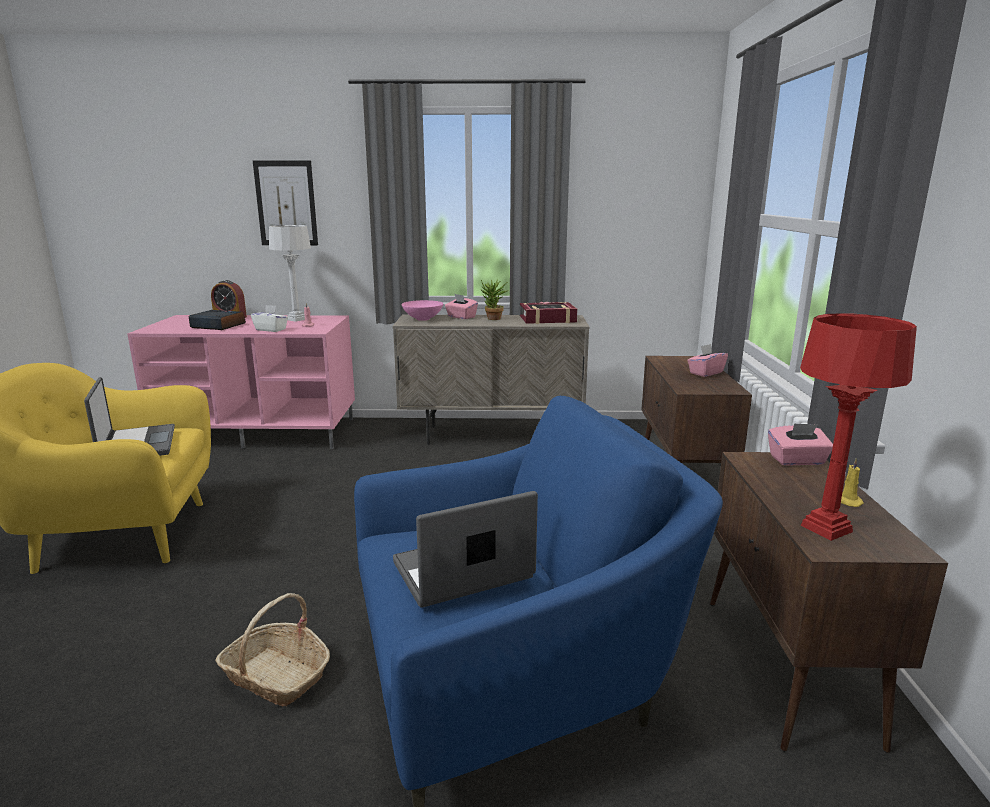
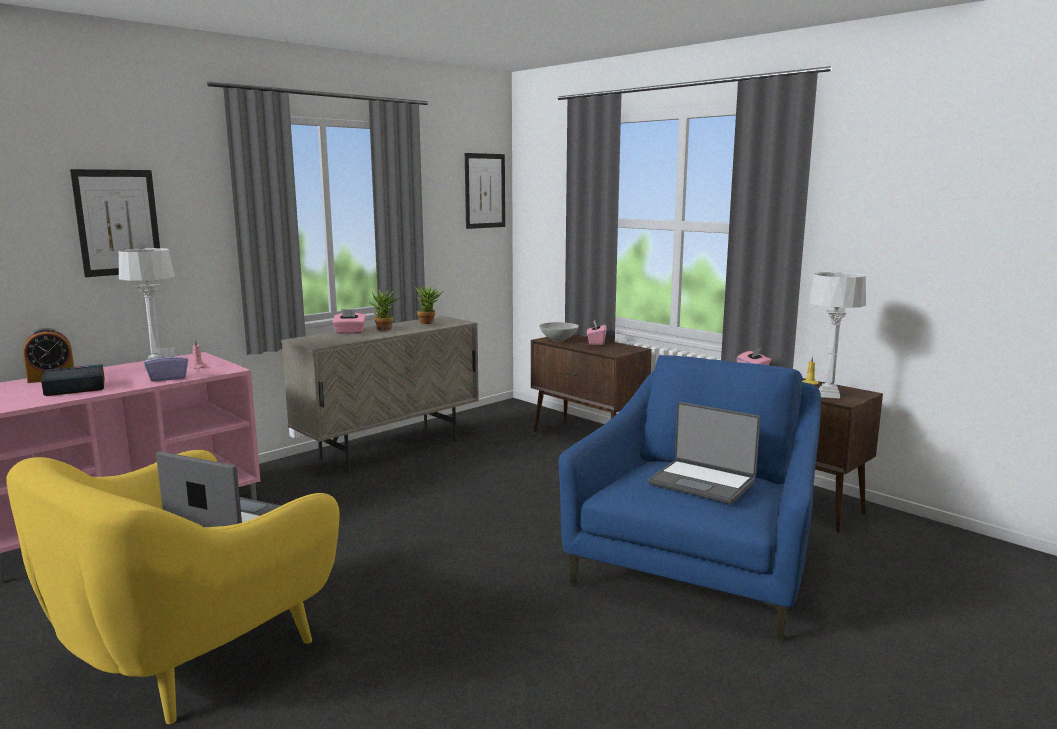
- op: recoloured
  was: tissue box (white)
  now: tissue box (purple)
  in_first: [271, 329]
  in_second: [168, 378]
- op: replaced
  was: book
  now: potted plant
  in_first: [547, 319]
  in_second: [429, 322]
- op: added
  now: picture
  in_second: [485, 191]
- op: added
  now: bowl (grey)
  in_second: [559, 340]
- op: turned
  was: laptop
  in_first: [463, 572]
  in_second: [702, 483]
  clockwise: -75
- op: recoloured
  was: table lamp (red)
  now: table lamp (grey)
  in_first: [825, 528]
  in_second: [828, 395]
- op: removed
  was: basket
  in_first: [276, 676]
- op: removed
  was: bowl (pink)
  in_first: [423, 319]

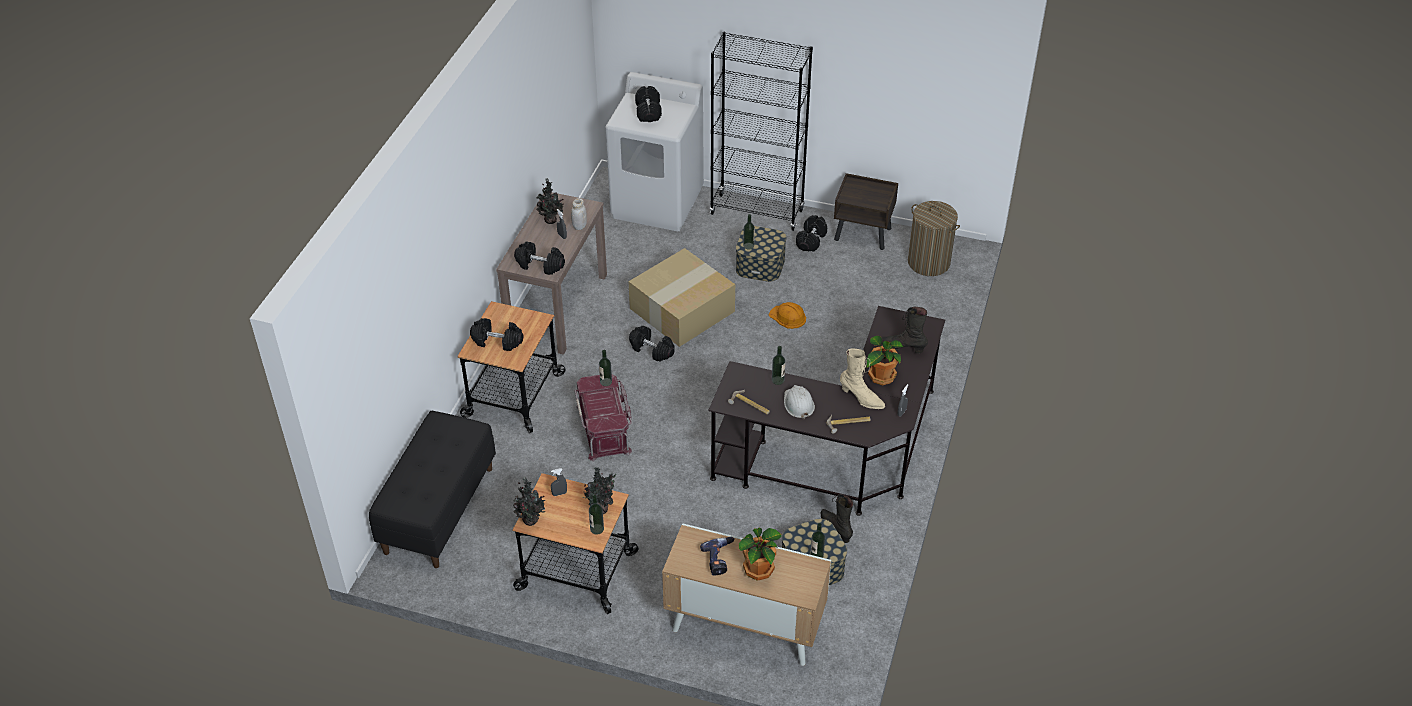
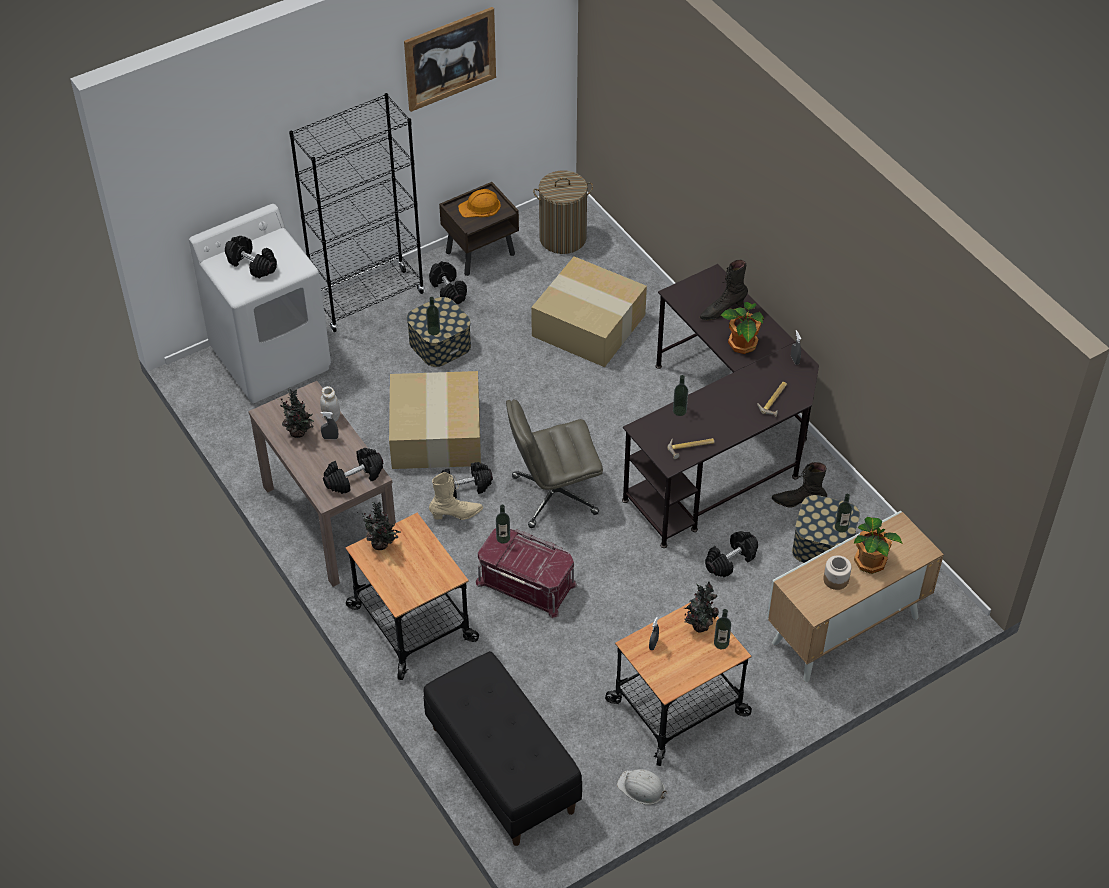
- op: moved
  was: potted plant
  in_first: [531, 521]
  in_second: [382, 544]
- op: added
  now: picture
  in_second: [450, 58]
- op: moved
  was: boot (beige)
  in_first: [861, 398]
  in_second: [456, 514]
- op: moved
  was: hard hat (orange)
  in_first: [788, 317]
  in_second: [480, 207]
- op: added
  now: office chair (grey)
  in_second: [553, 495]
- op: added
  now: cardboard box
  in_second: [590, 325]
- op: moved
  was: hard hat (white)
  in_first: [798, 404]
  in_second: [641, 788]
- op: moved
  was: dumbbell (black)
  in_first: [497, 341]
  in_second: [730, 560]
- op: replaced
  was: power drill
  now: jar
  in_first: [720, 559]
  in_second: [836, 579]

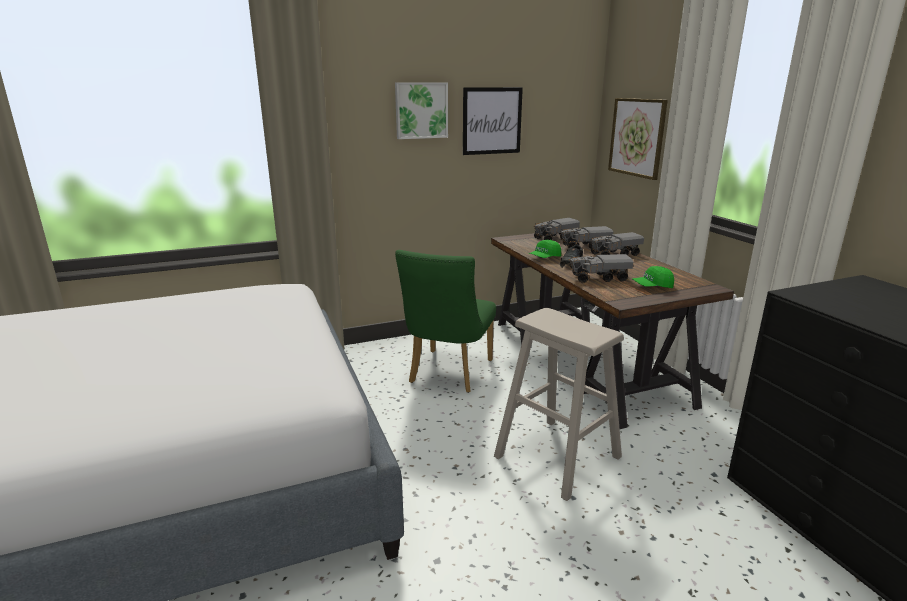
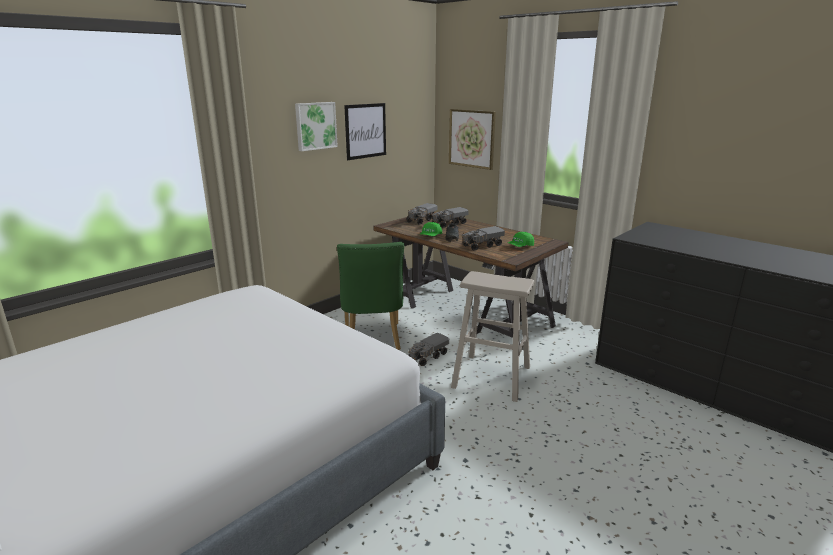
- op: moved
  was: toy truck
  in_first: [614, 255]
  in_second: [427, 357]

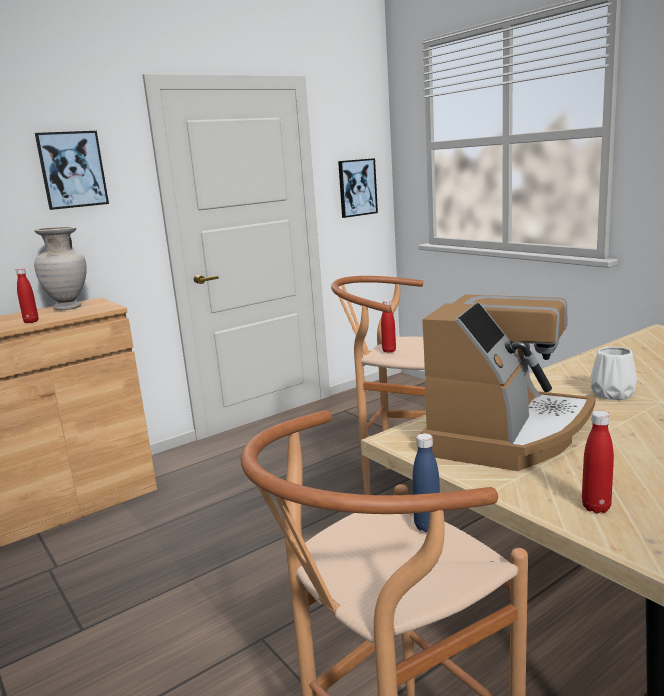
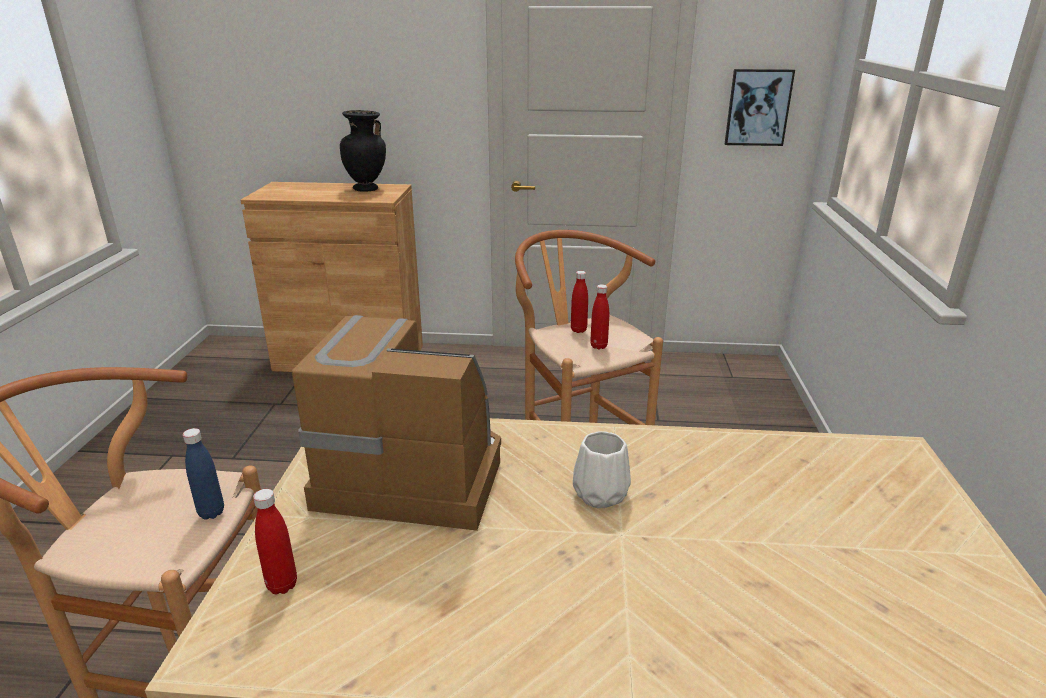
- op: turned
  was: coffee machine
  in_first: [506, 434]
  in_second: [410, 472]
  clockwise: -150
- op: recoloured
  was: vase (beige)
  now: vase (black)
  in_first: [69, 308]
  in_second: [366, 189]
- op: moved
  was: bottle (red)
  in_first: [31, 321]
  in_second: [598, 346]
- op: removed
  was: picture
  in_first: [72, 170]

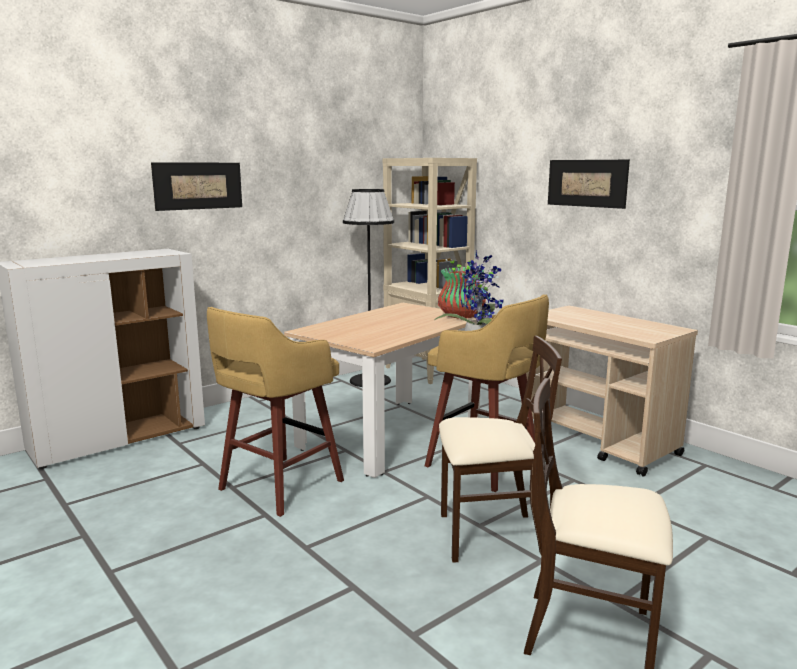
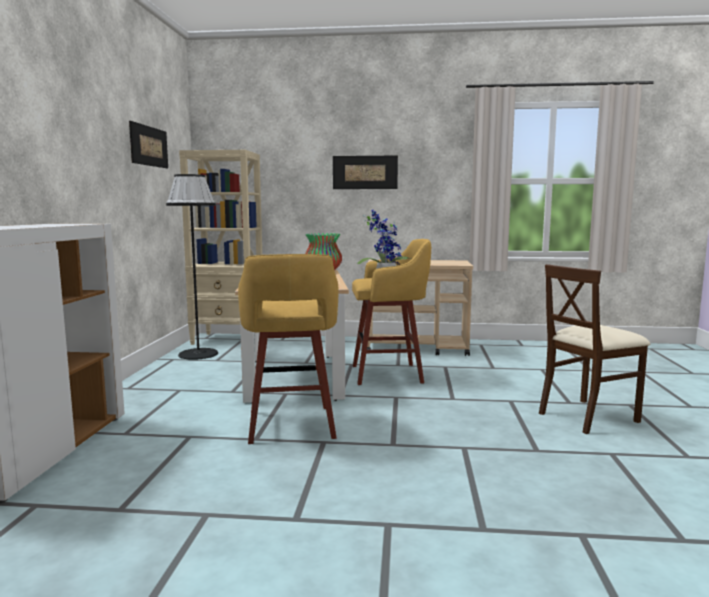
- op: moved
  was: picture
  in_first: [198, 185]
  in_second: [149, 146]
- op: removed
  was: chair (beige)
  in_first: [489, 535]

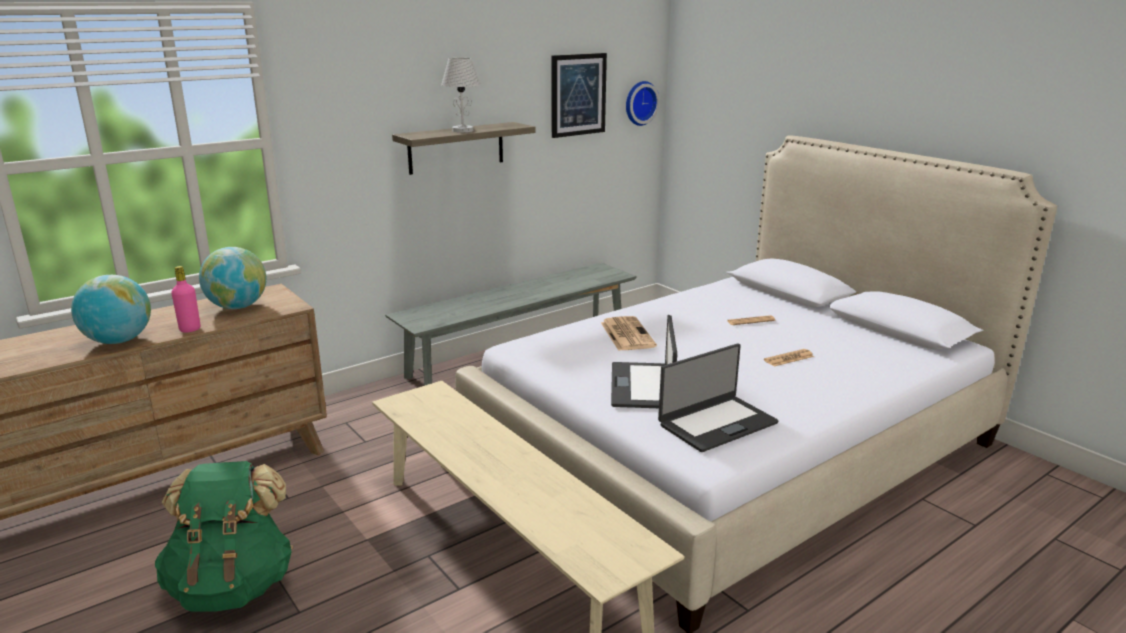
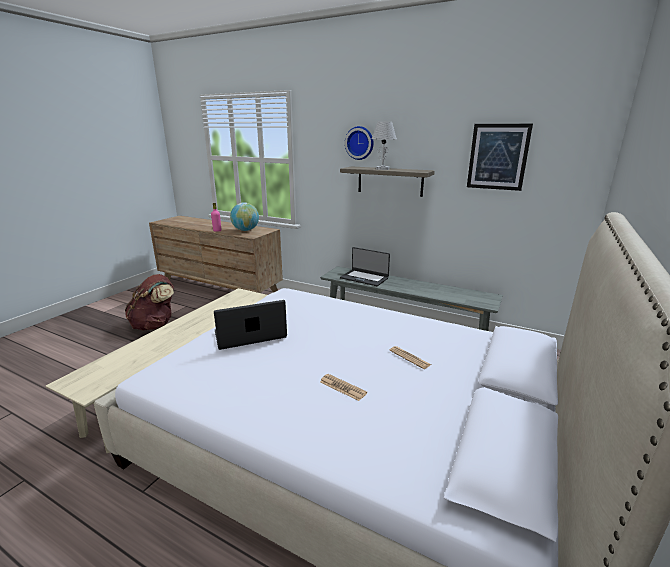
- op: recoloured
  was: backpack (green)
  now: backpack (brown)
  in_first: [232, 585]
  in_second: [155, 325]
- op: moved
  was: laptop
  in_first: [716, 423]
  in_second: [364, 278]
- op: moved
  was: wall clock
  in_first: [639, 103]
  in_second: [360, 143]
- op: removed
  was: globe
  in_first: [119, 341]
- op: removed
  was: newspaper
  in_first: [626, 334]

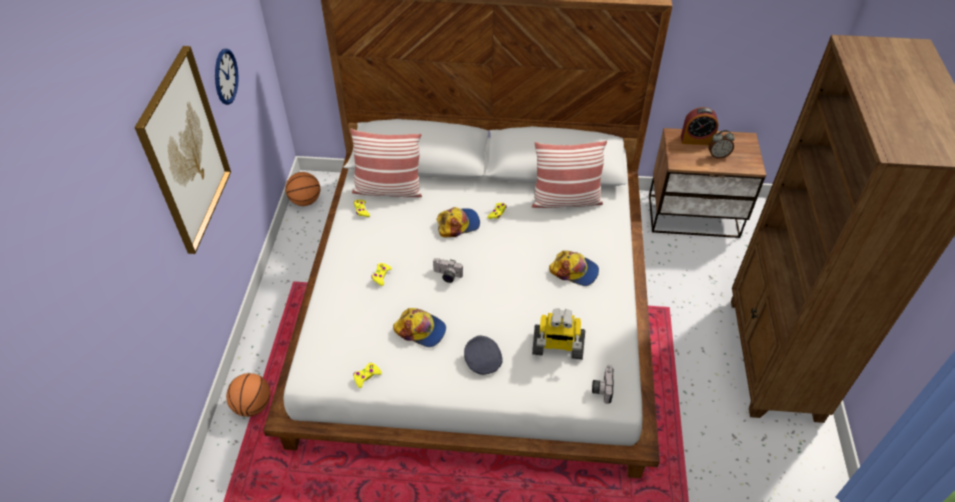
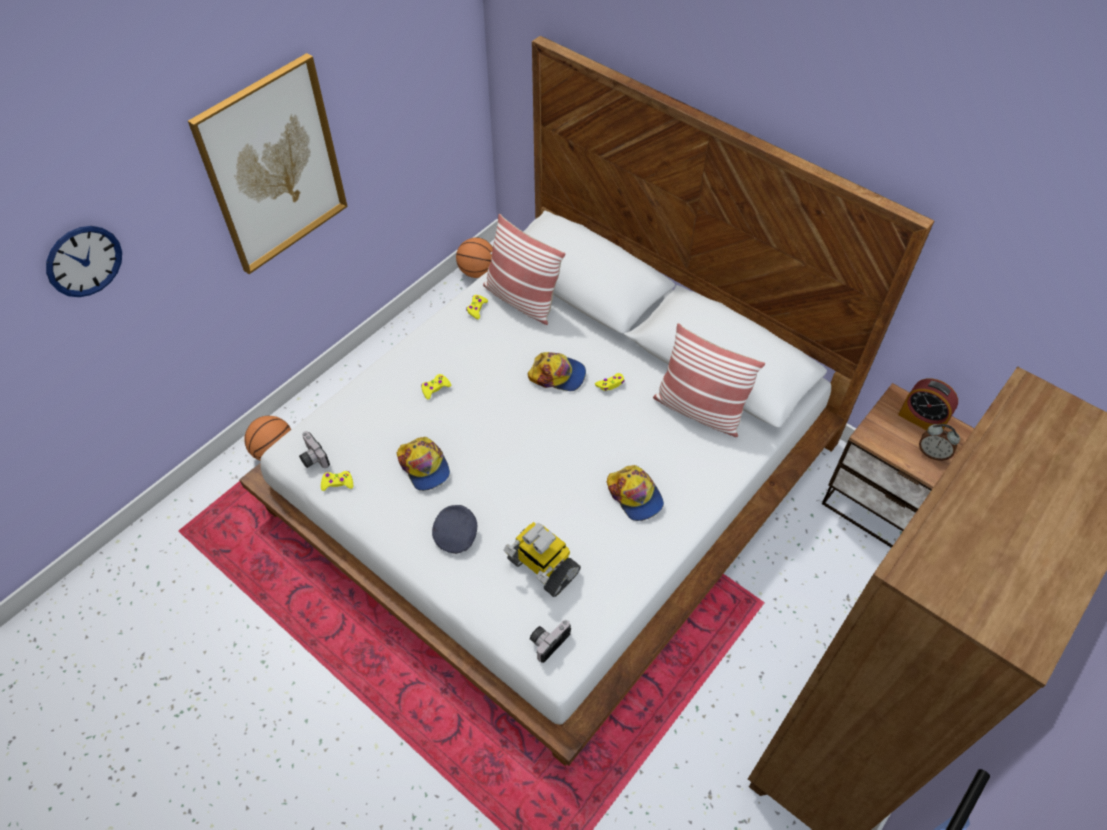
- op: moved
  was: wall clock
  in_first: [225, 76]
  in_second: [84, 261]
- op: moved
  was: photo camera
  in_first: [446, 276]
  in_second: [312, 458]

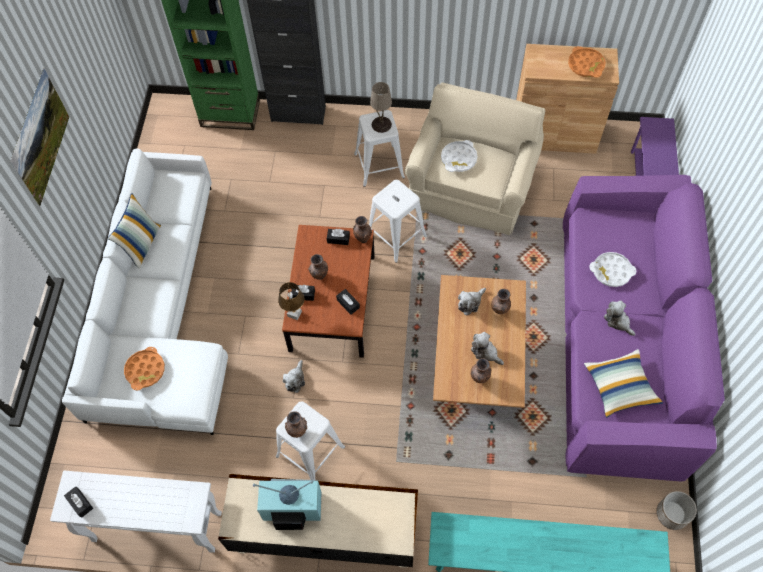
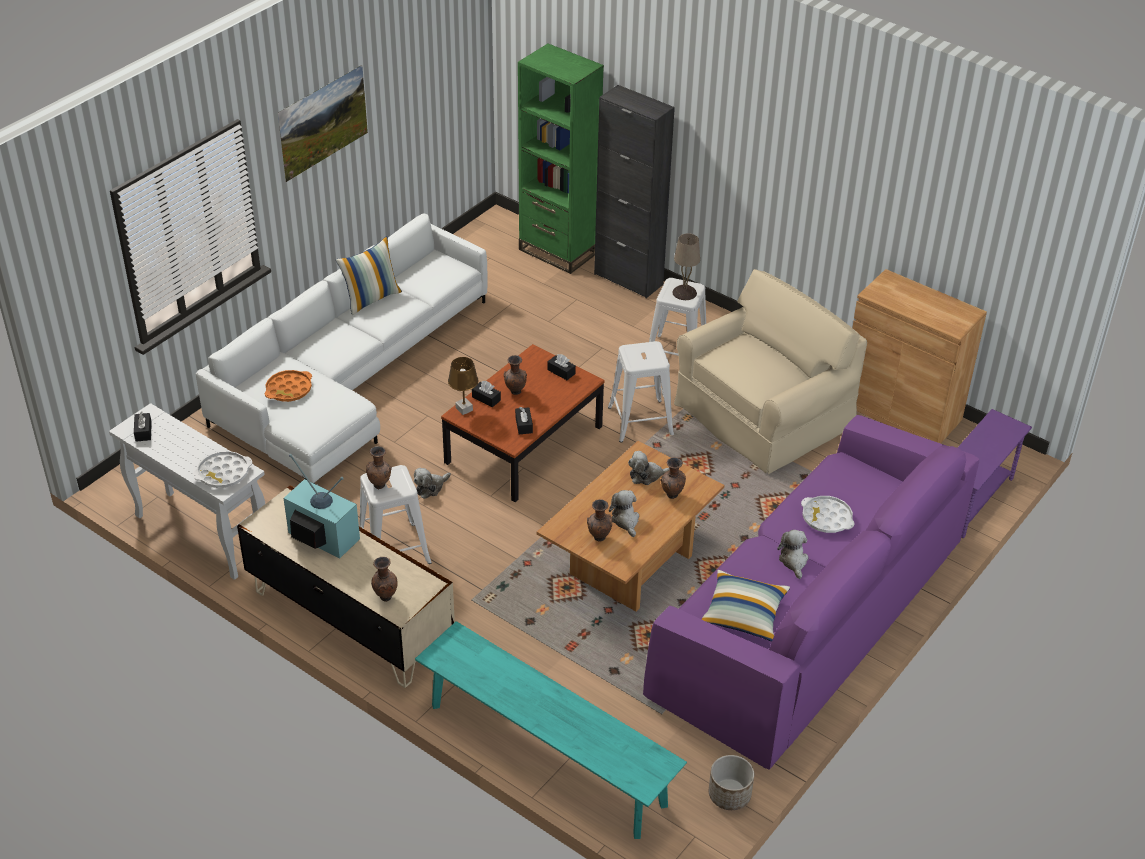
- op: moved
  was: tray (white)
  in_first: [459, 159]
  in_second: [223, 473]
- op: moved
  was: vase (brown)
  in_first: [362, 239]
  in_second: [385, 597]
- op: removed
  was: tray (orange)
  in_first: [586, 65]

